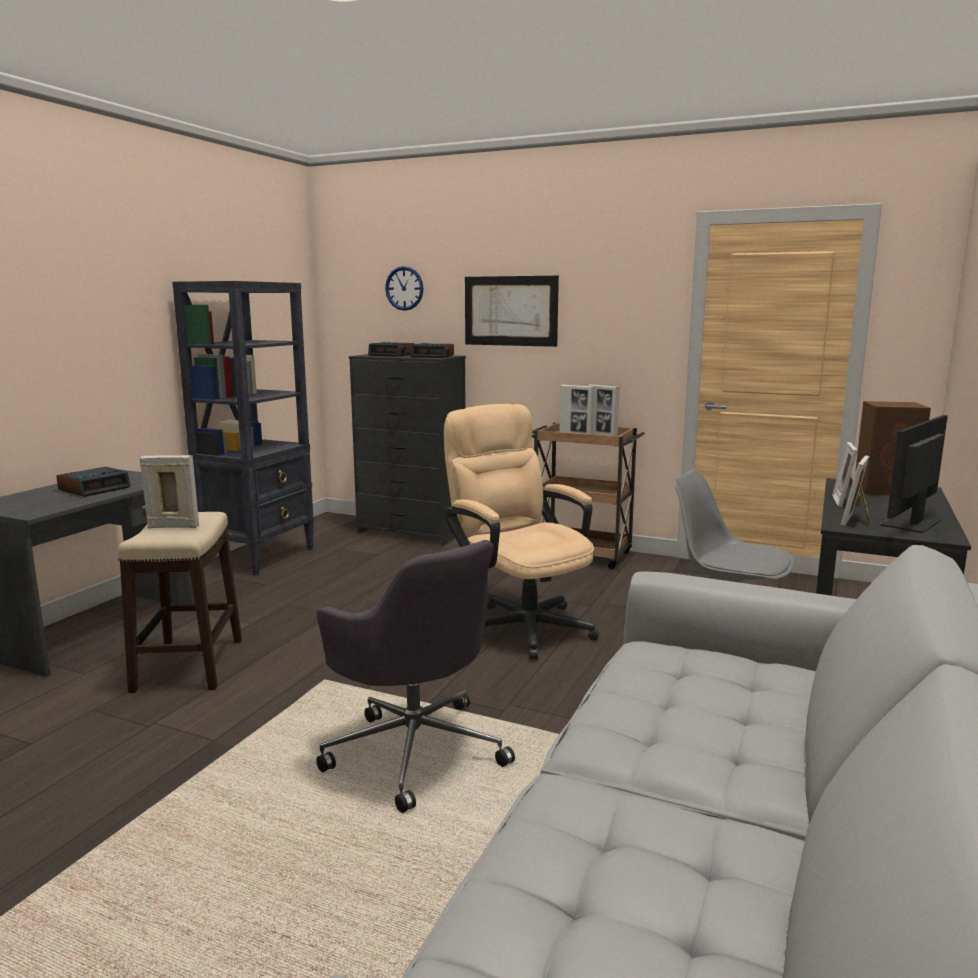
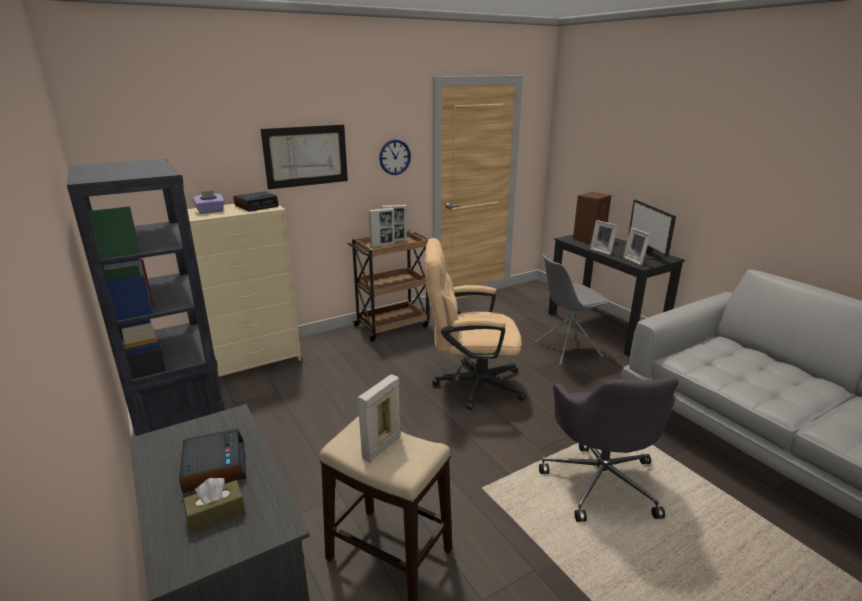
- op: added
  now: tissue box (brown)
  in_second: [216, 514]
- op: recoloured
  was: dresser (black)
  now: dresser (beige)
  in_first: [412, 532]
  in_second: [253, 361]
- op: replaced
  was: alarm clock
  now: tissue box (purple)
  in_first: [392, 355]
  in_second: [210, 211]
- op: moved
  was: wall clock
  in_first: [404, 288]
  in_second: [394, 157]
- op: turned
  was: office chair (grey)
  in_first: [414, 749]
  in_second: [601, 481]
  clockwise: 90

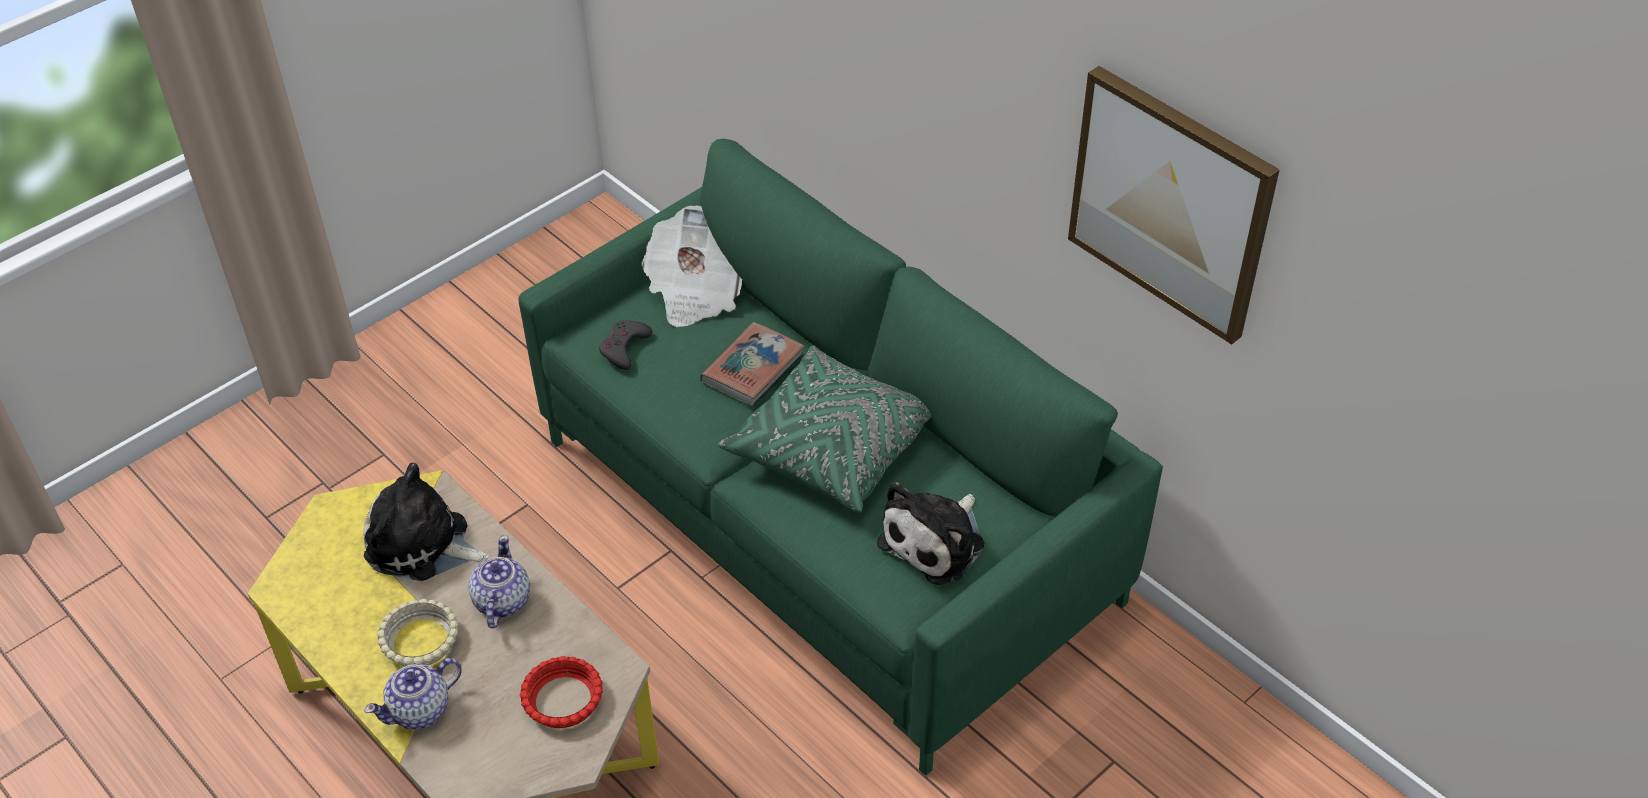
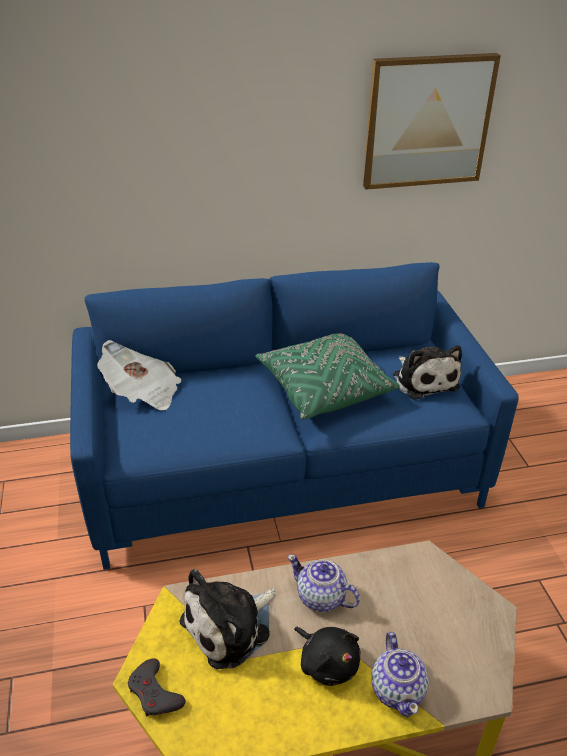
- op: recoloured
  was: sofa (green)
  now: sofa (blue)
  in_first: [827, 521]
  in_second: [282, 470]
- op: moved
  was: game controller (grey)
  in_first: [624, 348]
  in_second: [155, 693]
- op: replaced
  was: bowl (beige)
  now: plush toy (black)
  in_first: [421, 640]
  in_second: [327, 663]
- op: removed
  was: bowl (red)
  in_first: [562, 699]
- op: removed
  was: book
  in_first: [753, 369]

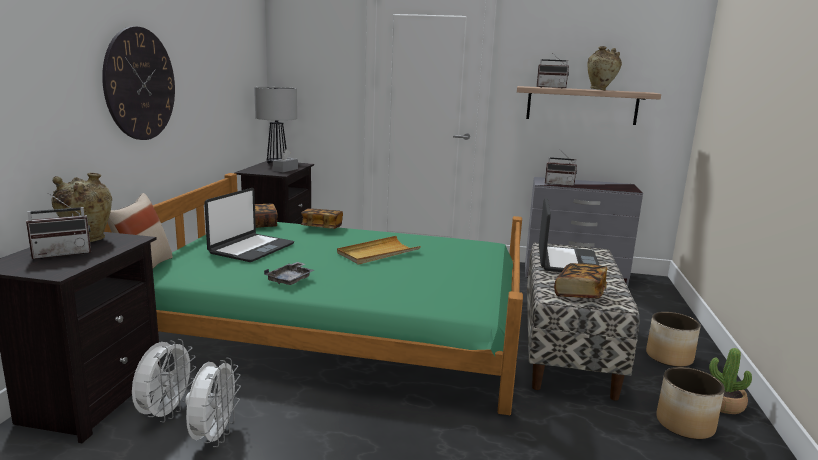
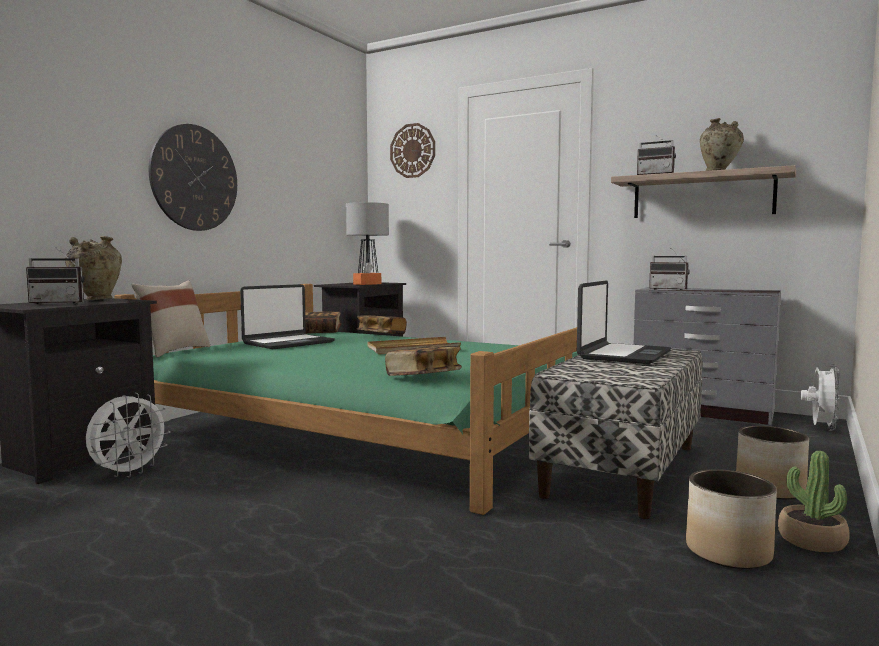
- op: recoloured
  was: tissue box (grey)
  now: tissue box (orange)
  in_first: [285, 170]
  in_second: [367, 284]
- op: moved
  was: book
  in_first: [579, 293]
  in_second: [423, 377]
- op: added
  now: wall clock
  in_second: [412, 150]
- op: moved
  was: fan (white)
  in_first: [214, 437]
  in_second: [820, 428]
- op: removed
  was: tray (grey)
  in_first: [291, 280]

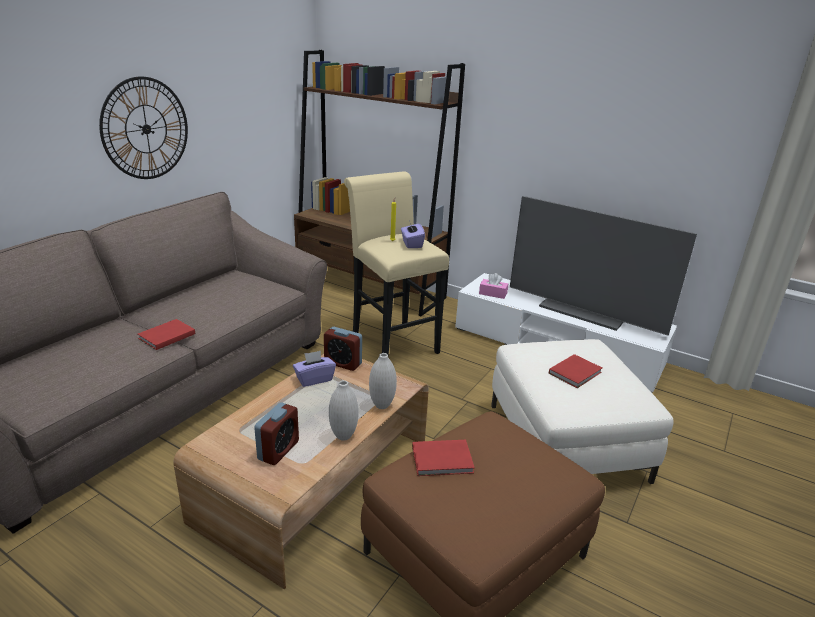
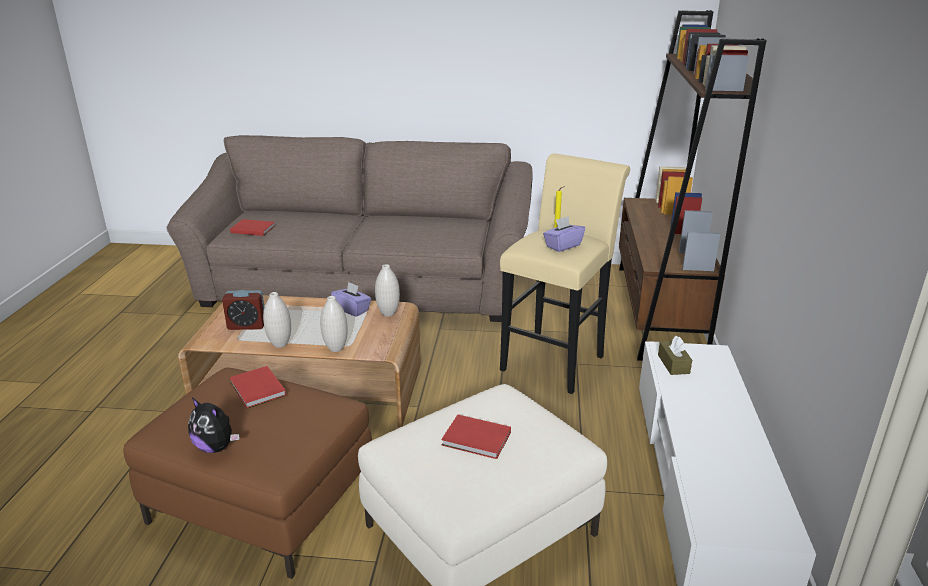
- op: added
  now: plush toy
  in_second: [216, 447]
- op: moved
  was: book (red)
  in_first: [165, 336]
  in_second: [252, 229]
- op: replaced
  was: alarm clock
  now: vase (white)
  in_first: [343, 363]
  in_second: [388, 314]
- op: recoloured
  was: tissue box (pink)
  now: tissue box (brown)
  in_first: [493, 293]
  in_second: [673, 364]
- op: removed
  was: wall clock
  in_first: [146, 129]
- op: removed
  was: television
  in_first: [584, 311]

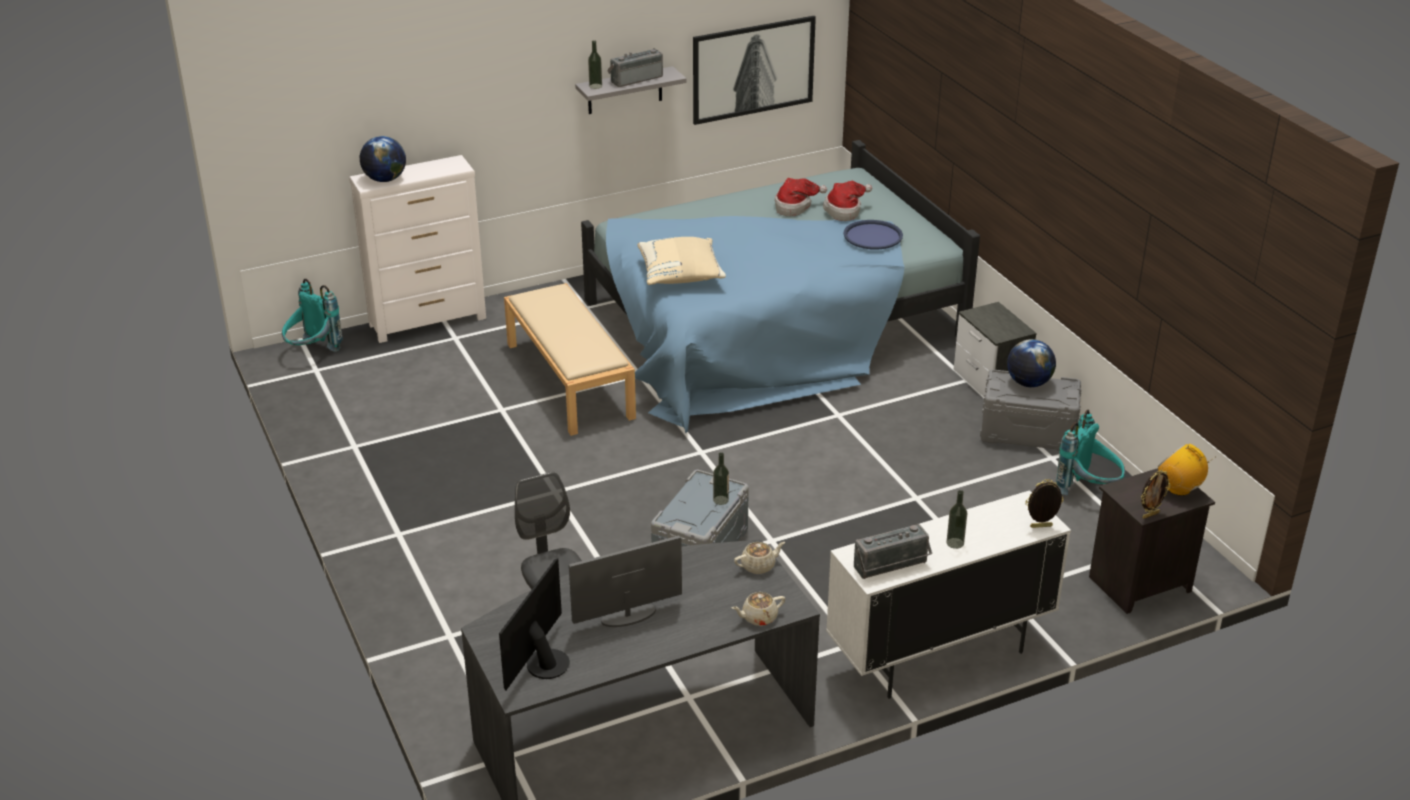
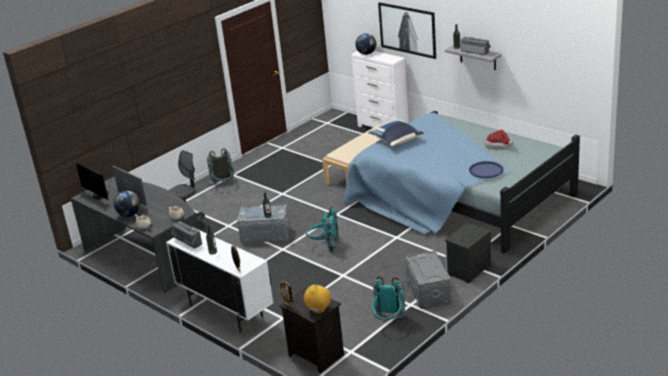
- op: turned
  was: monitor
  in_first: [543, 663]
  in_second: [99, 195]
  clockwise: -135
- op: moved
  was: globe
  in_first: [1028, 383]
  in_second: [129, 215]
- op: added
  now: backpack (grey)
  in_second: [224, 185]
- op: moved
  was: backpack (turquoise)
  in_first: [312, 352]
  in_second: [324, 246]
- op: recoloured
  was: pillow (beige)
  now: pillow (blue)
  in_first: [681, 276]
  in_second: [397, 141]
- op: moved
  was: picture
  in_first: [753, 69]
  in_second: [407, 30]
- op: removed
  was: hat
  in_first: [845, 210]

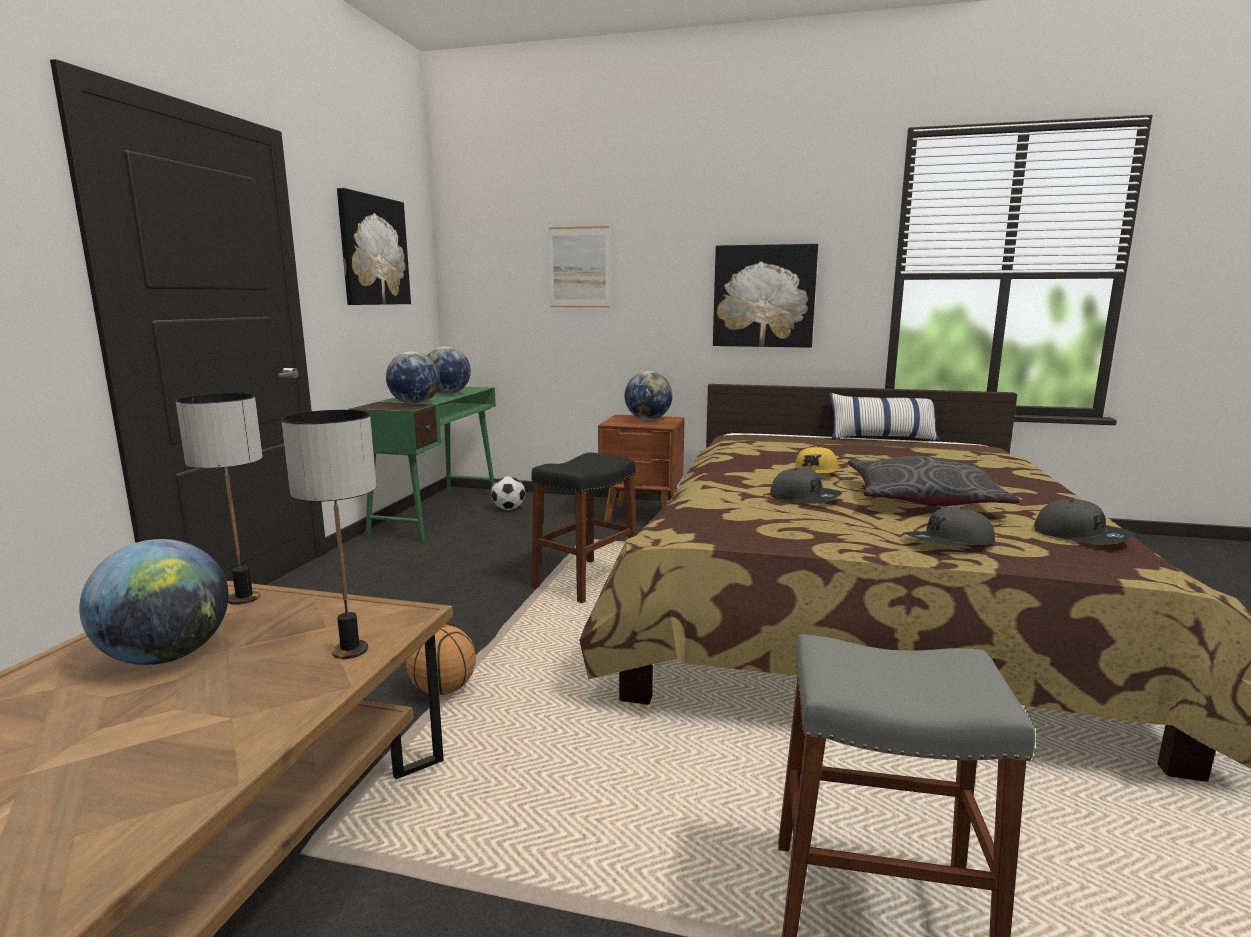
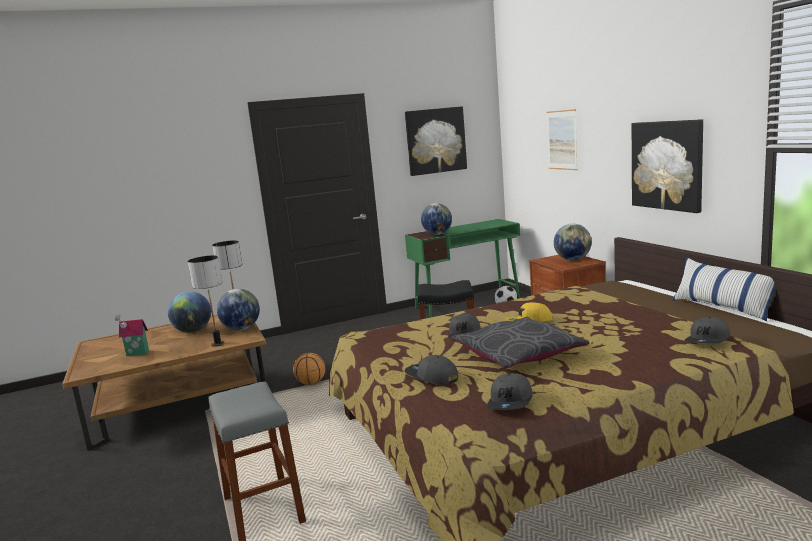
- op: added
  now: toy house
  in_second: [137, 354]
- op: moved
  was: globe
  in_first: [447, 394]
  in_second: [241, 329]
- op: added
  now: cap (grey)
  in_second: [708, 340]

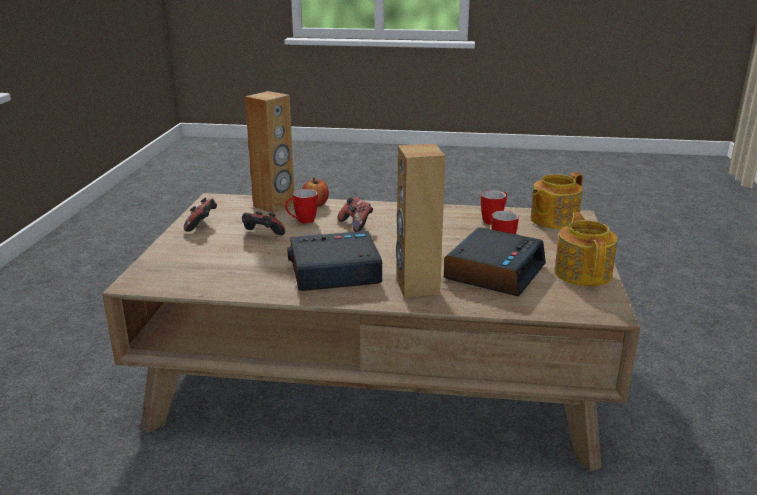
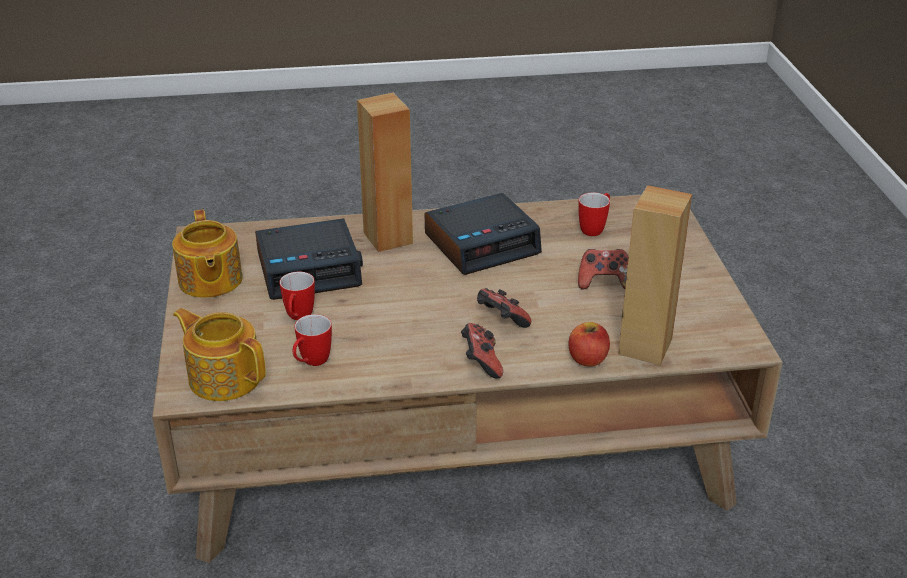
- op: turned
  was: teapot
  in_first: [553, 220]
  in_second: [224, 377]
  clockwise: -90
- op: turned
  was: alarm clock
  in_first: [494, 271]
  in_second: [310, 269]
  clockwise: -120
- op: moved
  was: game controller
  in_first: [202, 226]
  in_second: [481, 363]
- op: moved
  was: mug
  in_first: [301, 221]
  in_second: [595, 228]

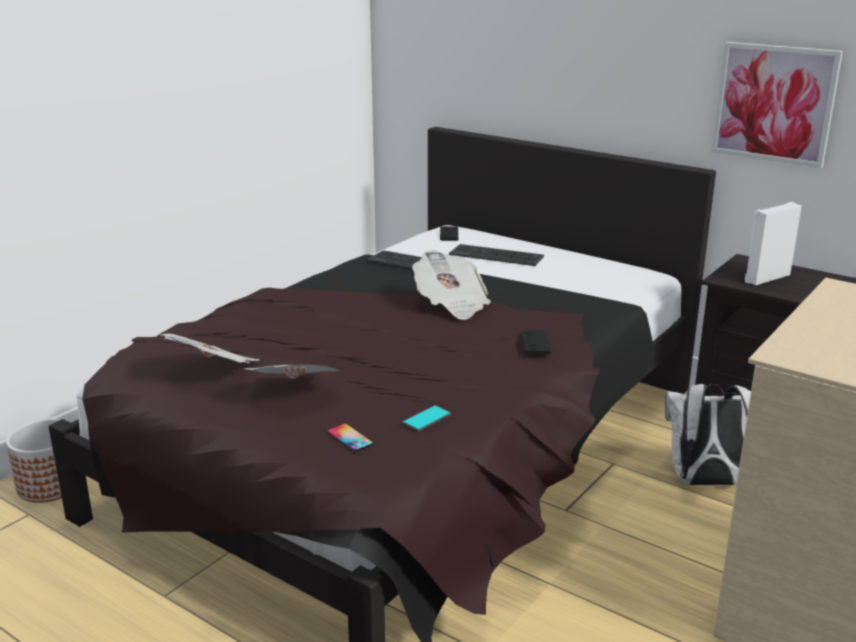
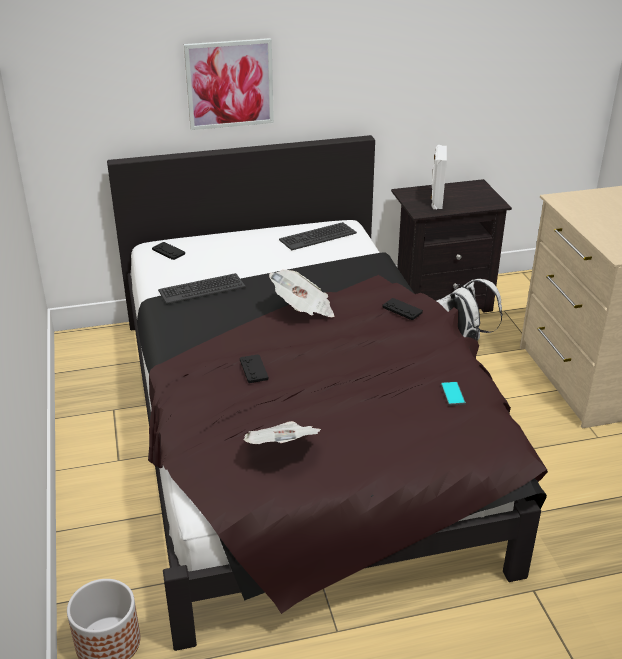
- op: moved
  was: picture
  in_first: [774, 103]
  in_second: [229, 84]
- op: added
  now: game controller (black)
  in_second: [254, 369]
- op: moved
  was: keyboard
  in_first: [496, 256]
  in_second: [317, 236]
- op: removed
  was: newspaper
  in_first: [295, 392]
- op: removed
  was: phone
  in_first: [350, 438]

